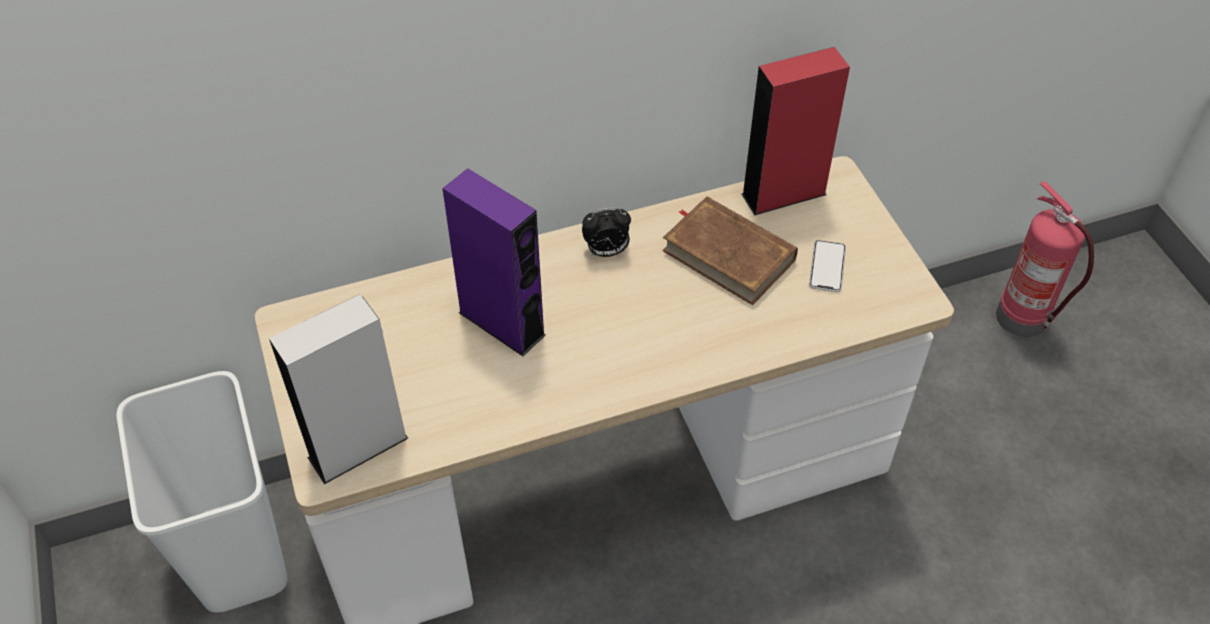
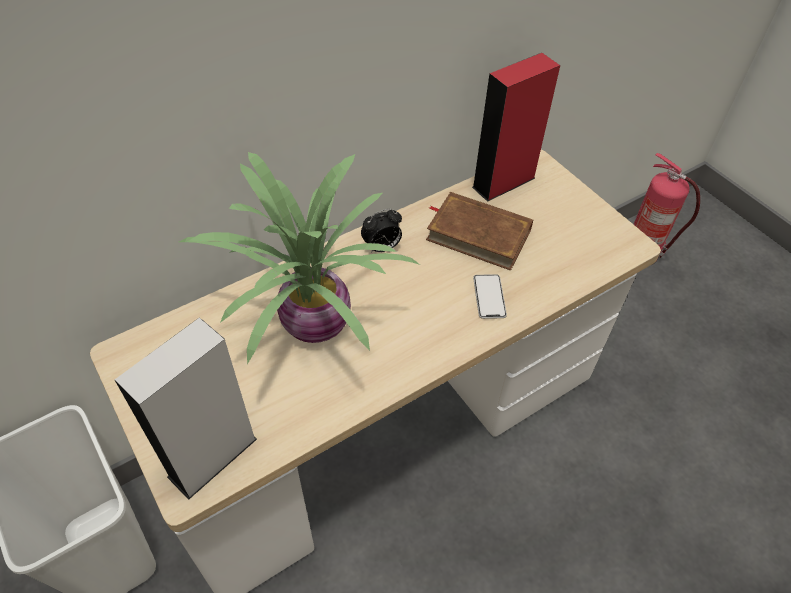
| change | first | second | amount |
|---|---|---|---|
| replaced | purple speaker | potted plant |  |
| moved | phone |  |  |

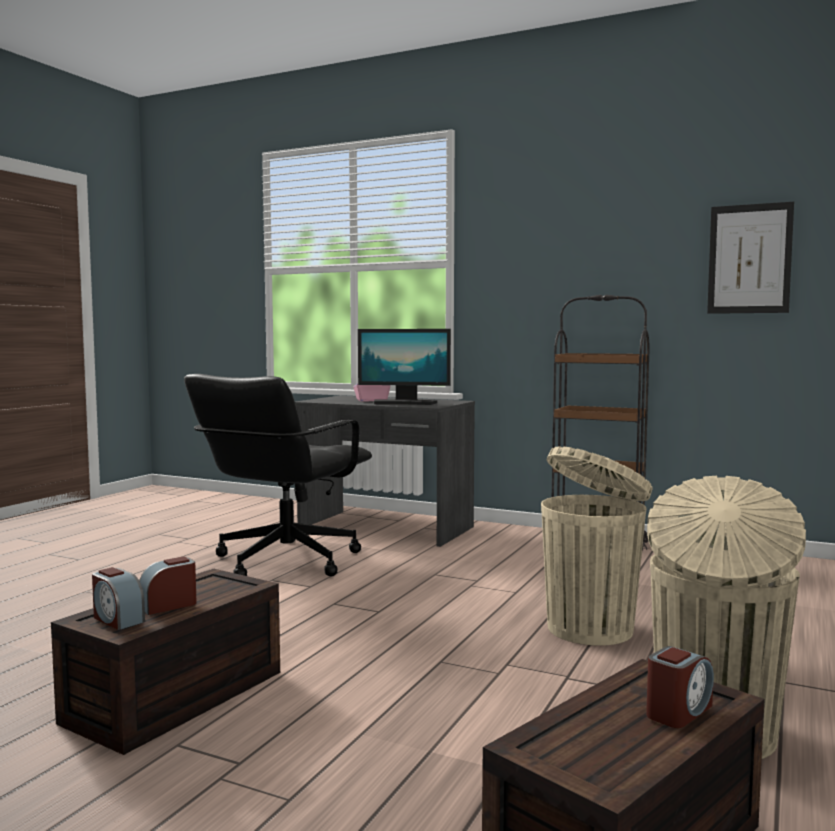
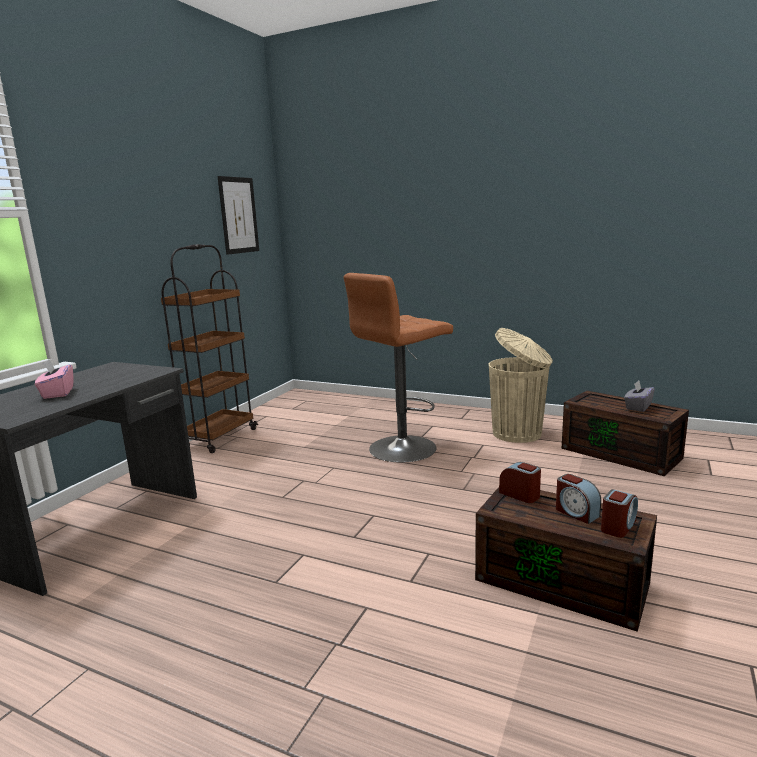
| change | first | second | amount |
|---|---|---|---|
| removed | monitor |  |  |
| removed | black office chair |  |  |
| replaced | beige trash can (1st from left) | brown stool |  |
| moved | alarm clock (3rd from left in the first image) | alarm clock (1st from left) |  |
| added |  | grey tissue box |  |

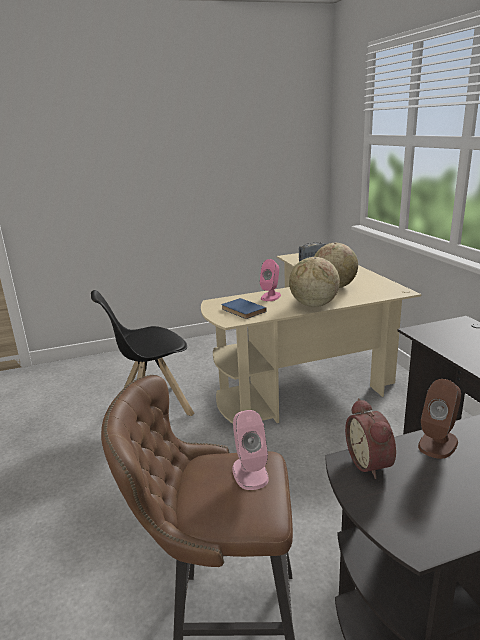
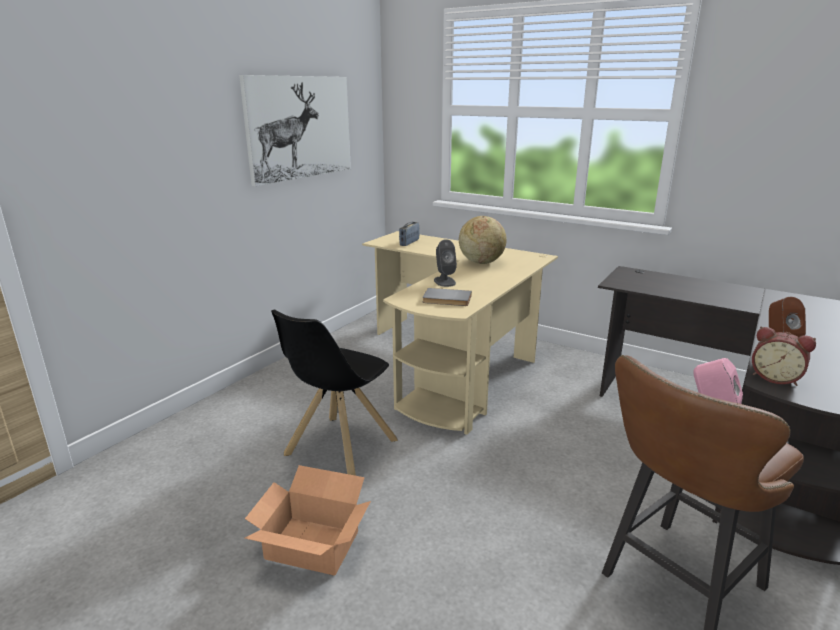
| change | first | second | amount |
|---|---|---|---|
| removed | globe (1st from left) |  |  |
| recoloured | pink speaker (2nd from left) | grey speaker |  |
| recoloured | blue book | grey book |  |
| added |  | picture |  |
| added |  | cardboard box |  |

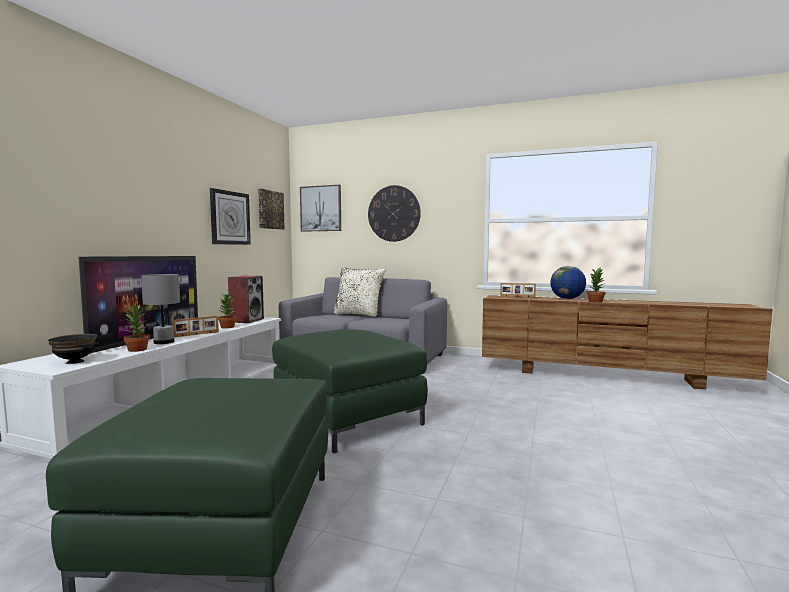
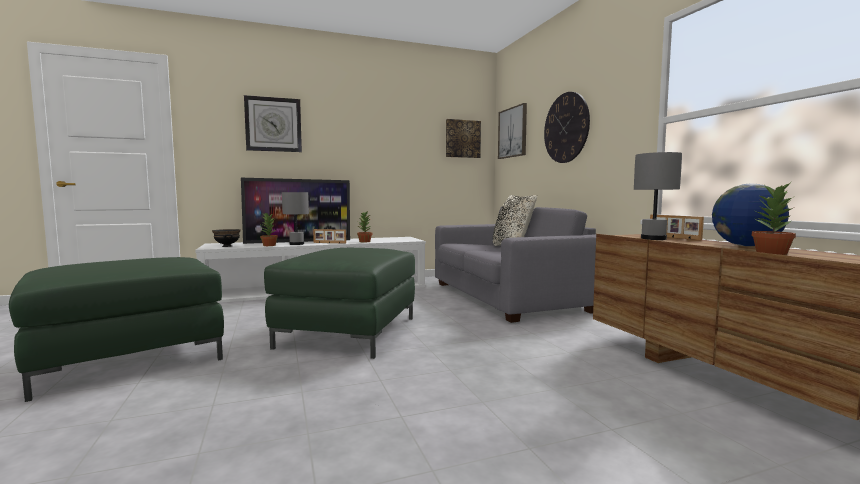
| change | first | second | amount |
|---|---|---|---|
| moved | wall clock (1st from left) |  |  |
| removed | speaker |  |  |
| added |  | grey table lamp (2nd from left) |  |

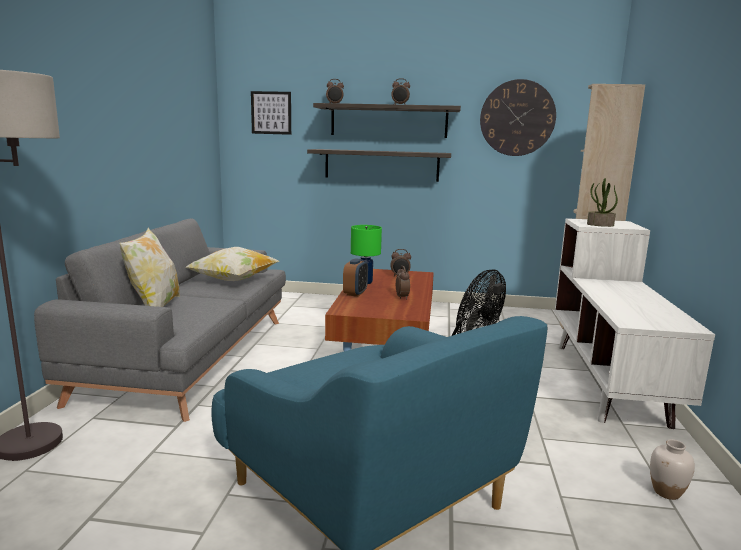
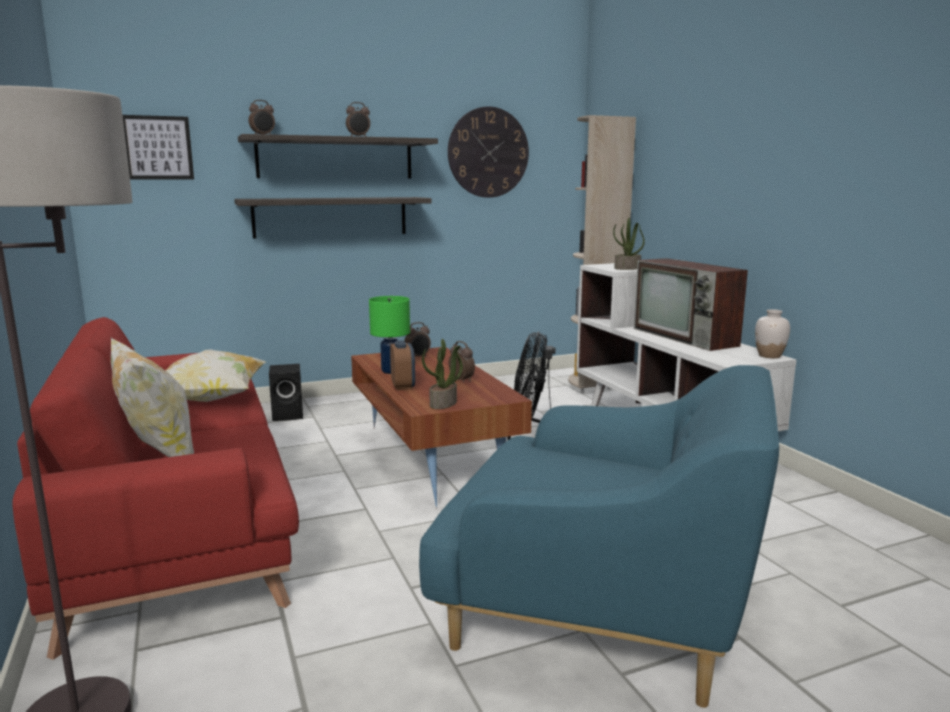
| change | first | second | amount |
|---|---|---|---|
| recoloured | grey sofa | red sofa |  |
| moved | white vase |  |  |
| added |  | television |  |
| added |  | potted plant (1st from left) |  |
| added |  | black speaker |  |

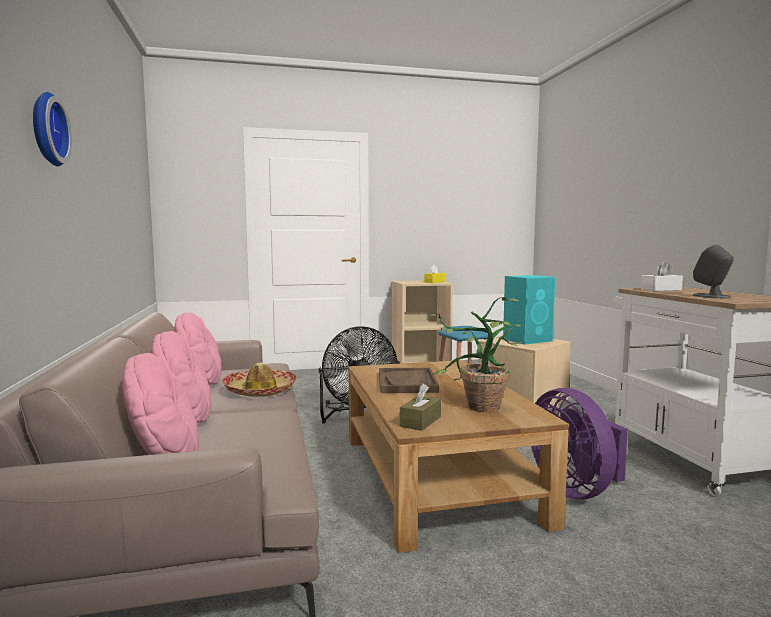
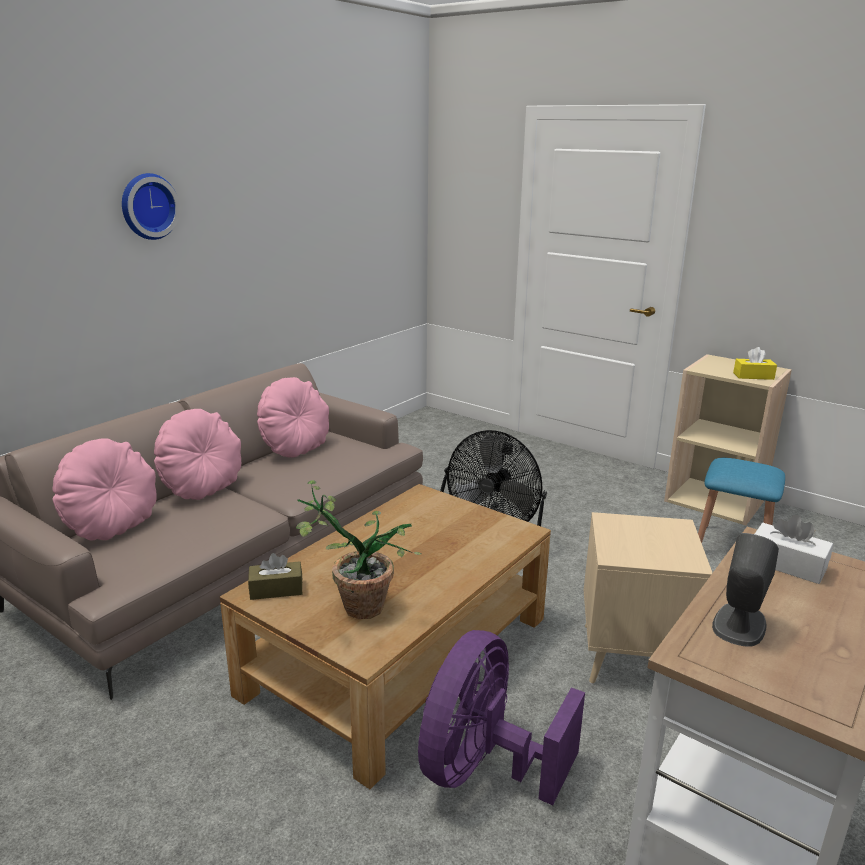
| change | first | second | amount |
|---|---|---|---|
| removed | turquoise speaker |  |  |
| removed | hat |  |  |
| removed | brown tray |  |  |

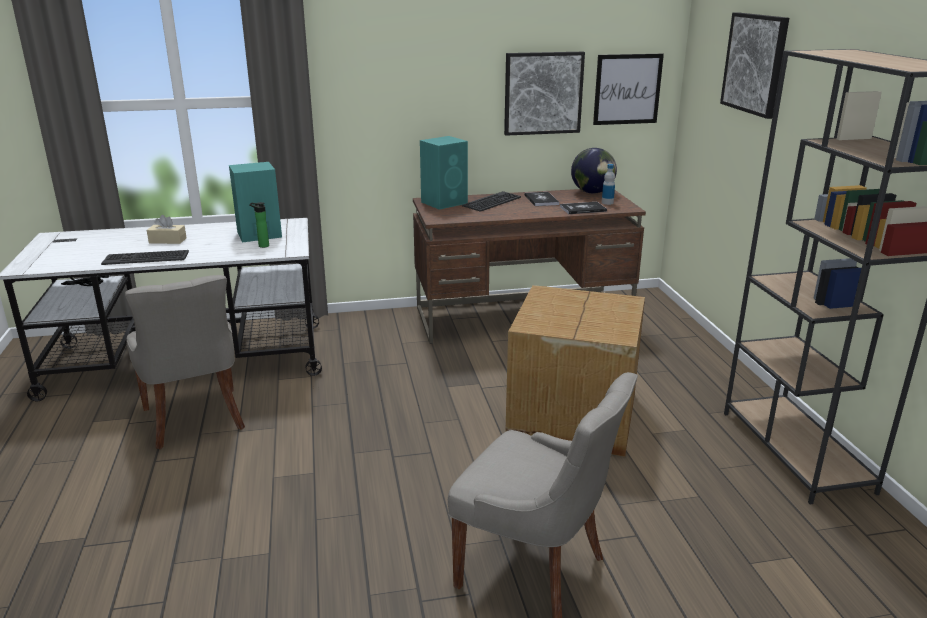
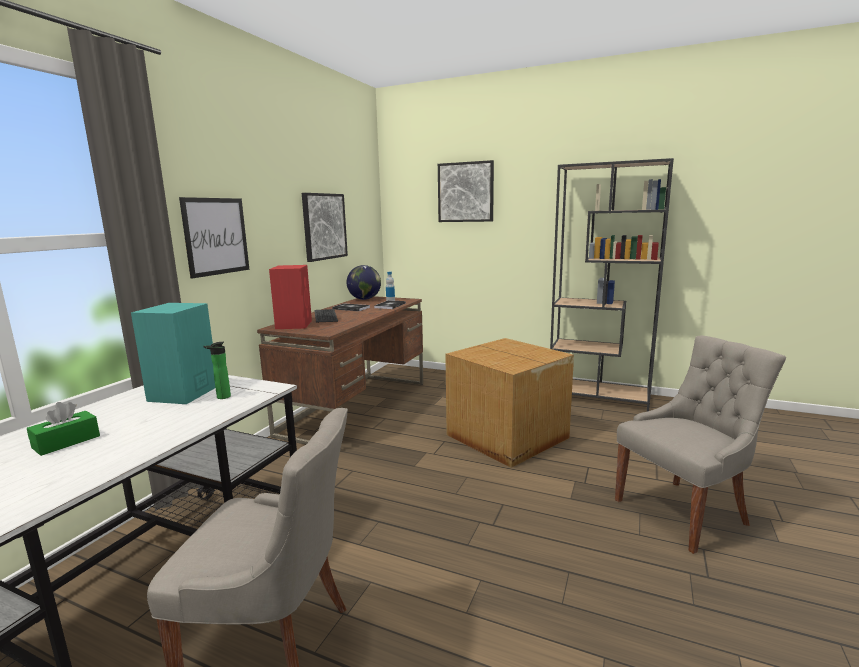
| change | first | second | amount |
|---|---|---|---|
| moved | picture (2nd from left in the first image) | picture (1st from left) |  |
| recoloured | turquoise speaker (2nd from left) | red speaker |  |
| recoloured | beige tissue box | green tissue box |  |
| removed | keyboard (1st from left) |  |  |

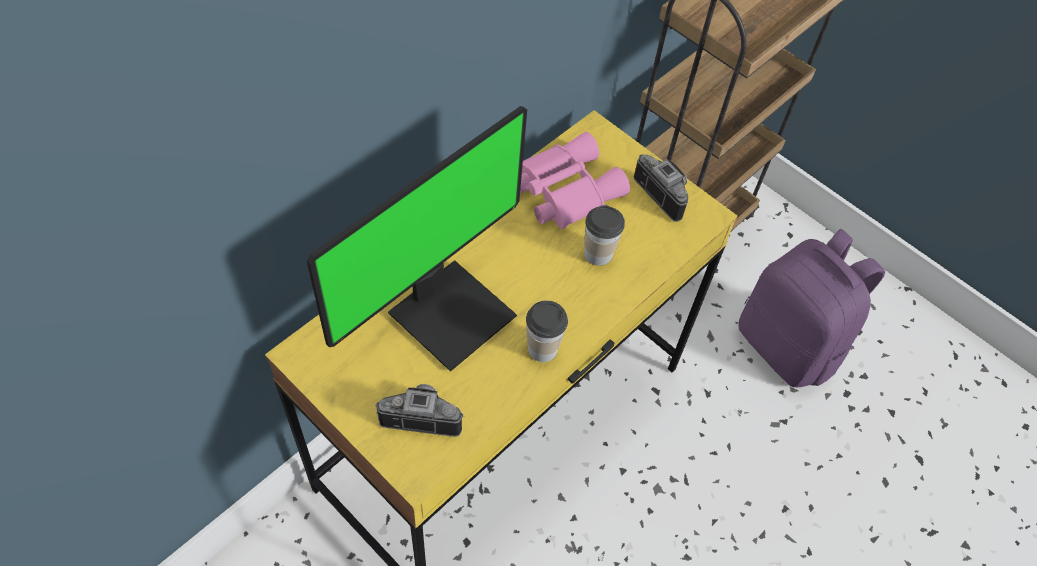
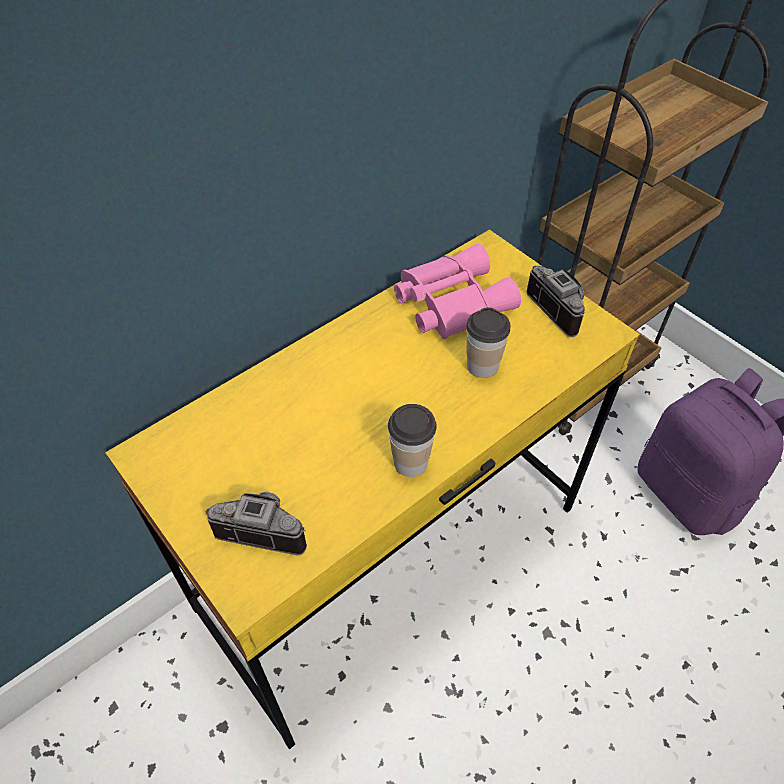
| change | first | second | amount |
|---|---|---|---|
| removed | monitor |  |  |

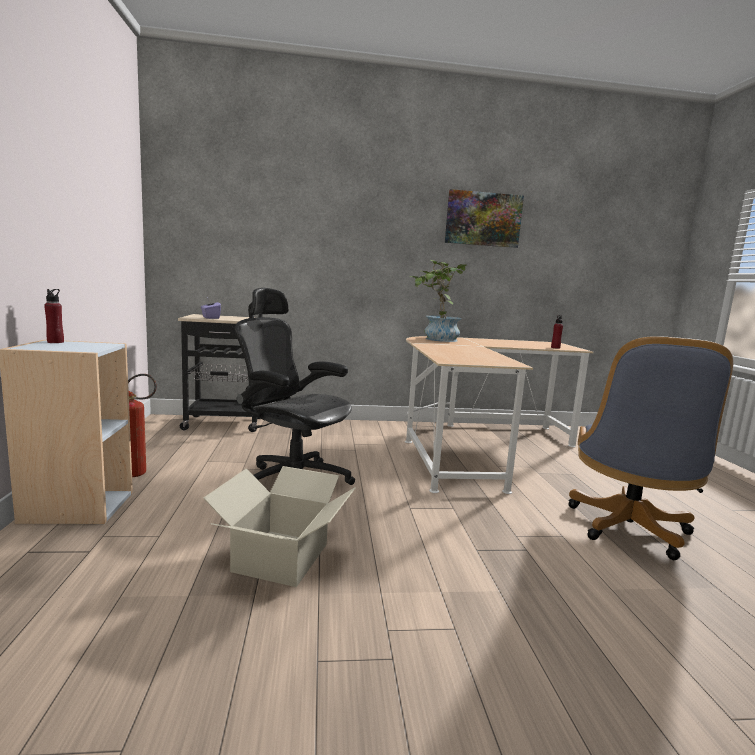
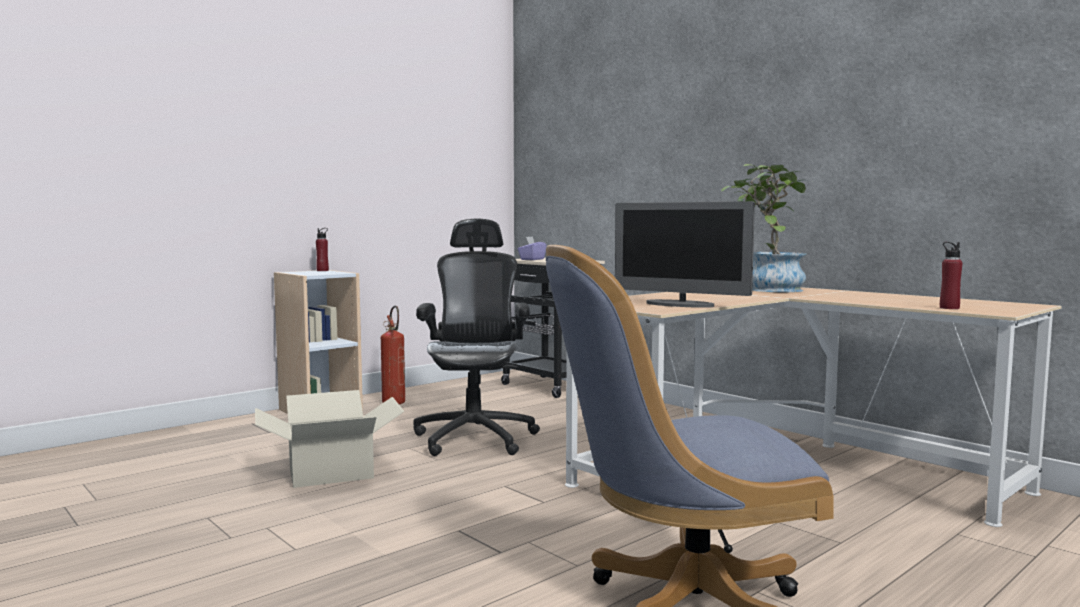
| change | first | second | amount |
|---|---|---|---|
| removed | picture |  |  |
| added |  | monitor |  |

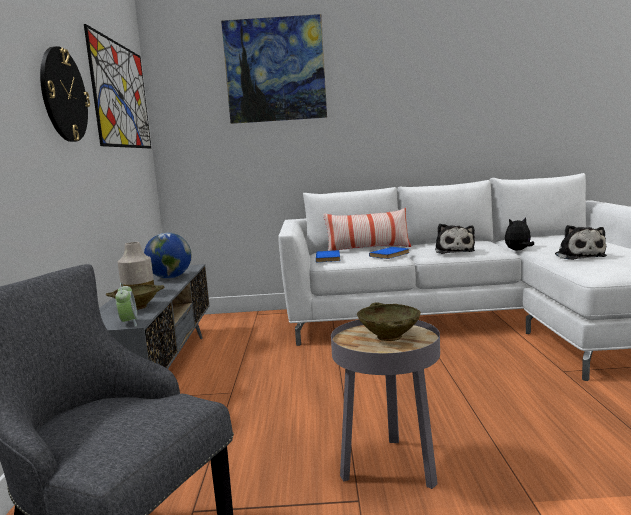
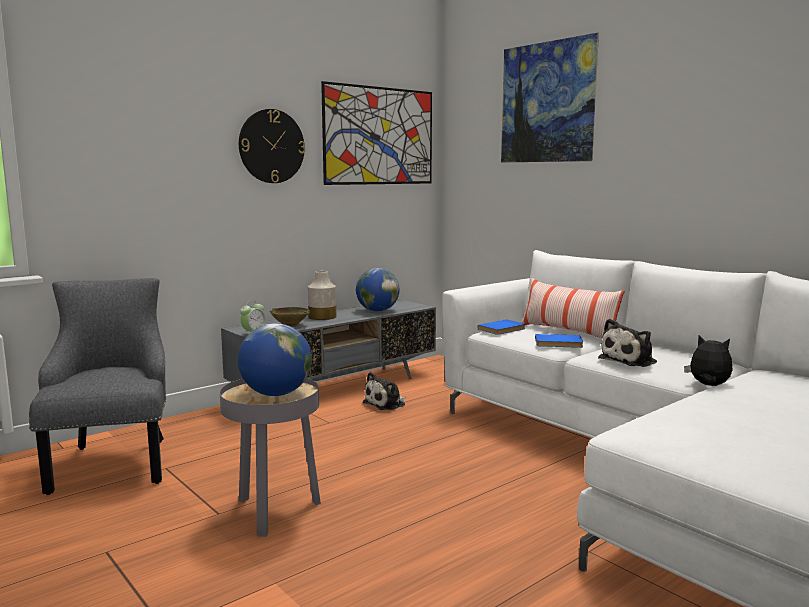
| change | first | second | amount |
|---|---|---|---|
| moved | plush toy (3rd from left in the first image) | plush toy (1st from left) |  |
| replaced | beige bowl (2nd from left) | globe (1st from left) |  |

